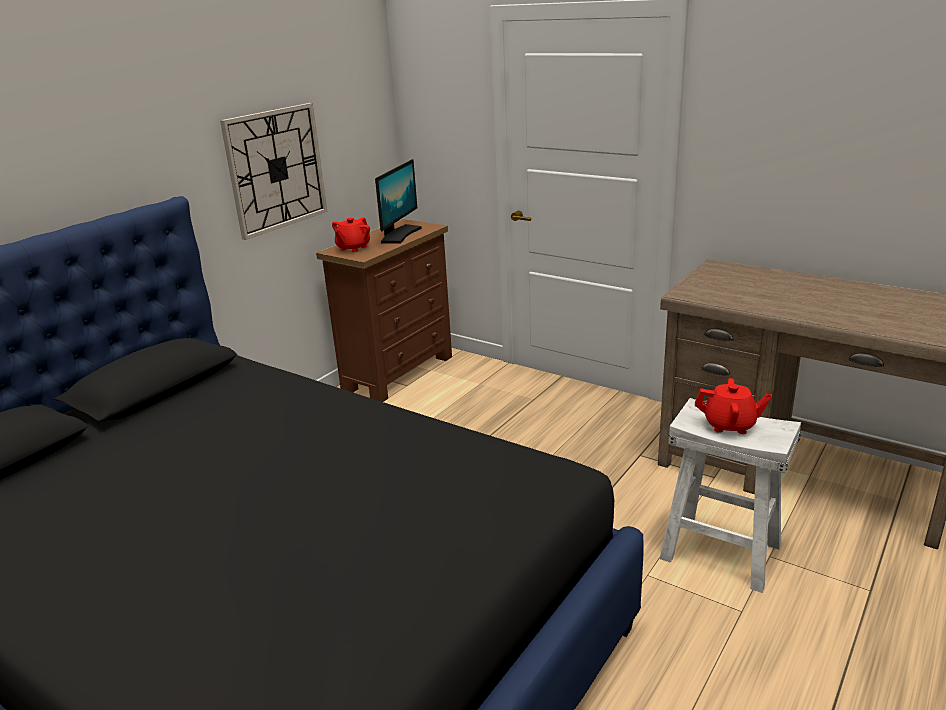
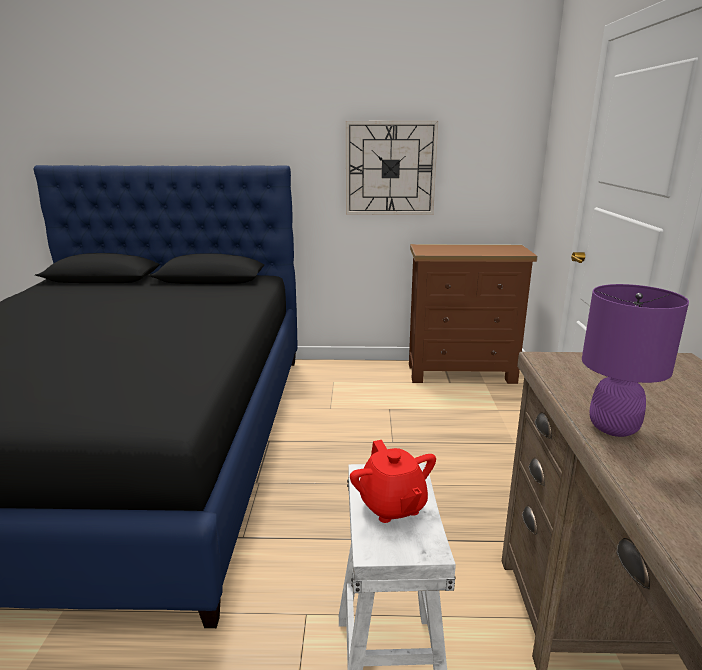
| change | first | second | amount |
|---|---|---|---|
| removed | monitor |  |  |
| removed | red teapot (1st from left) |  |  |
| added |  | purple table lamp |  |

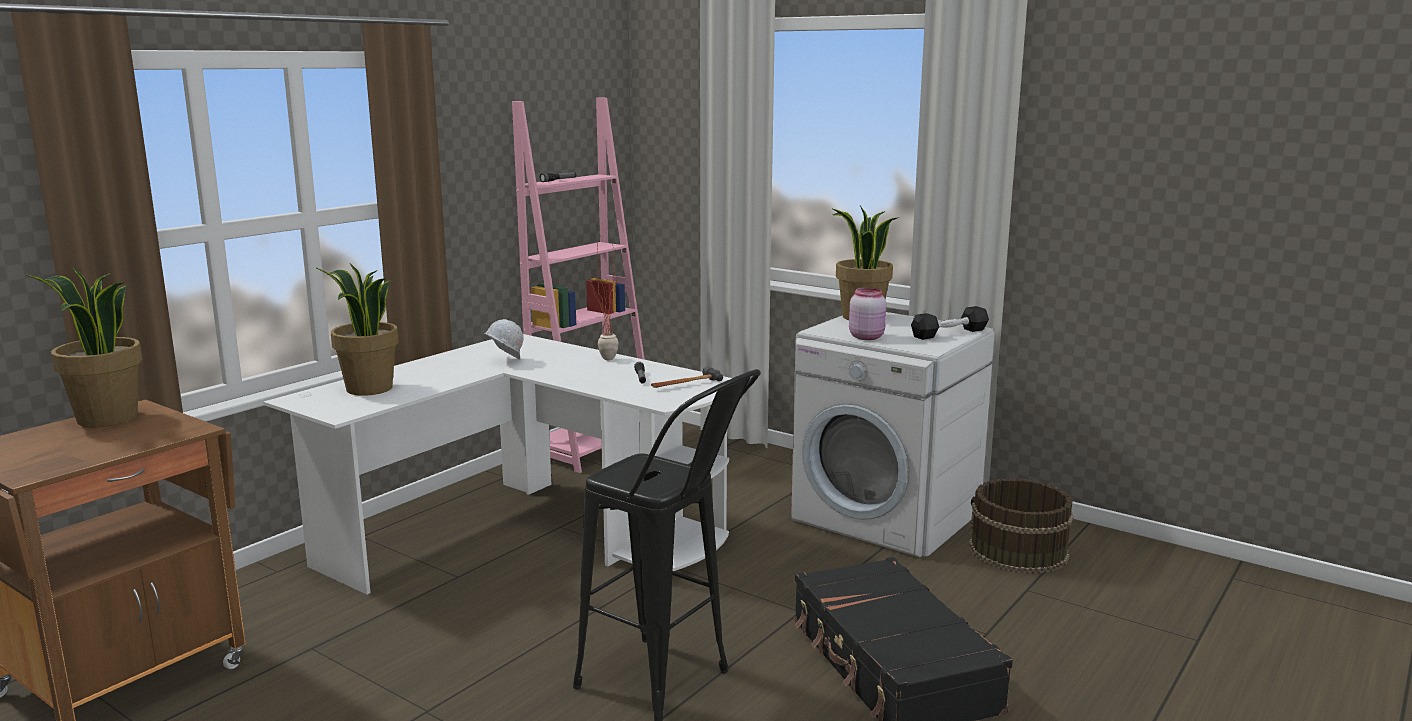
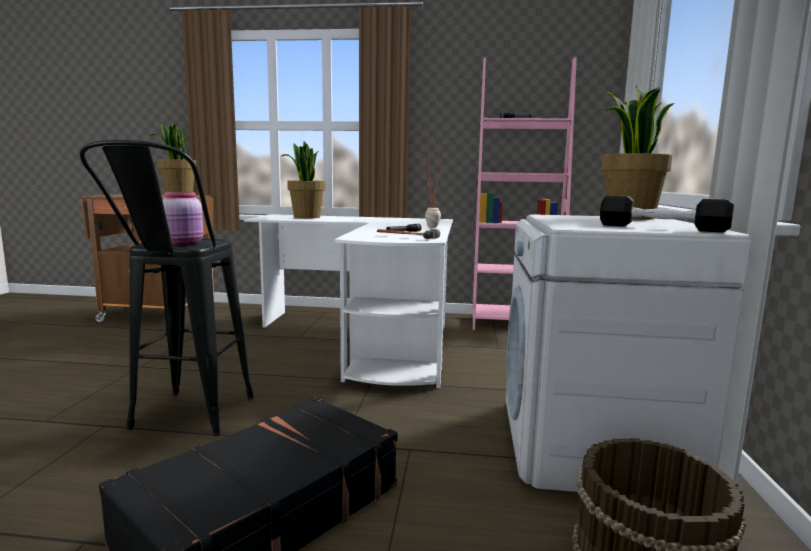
| change | first | second | amount |
|---|---|---|---|
| moved | pink jar |  |  |
| removed | white hard hat |  |  |

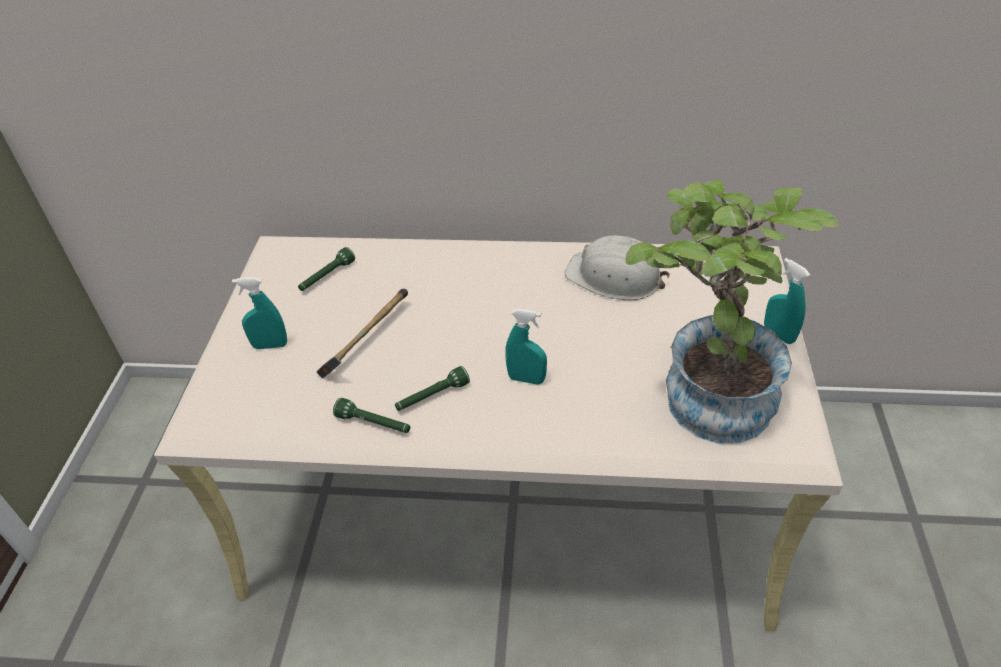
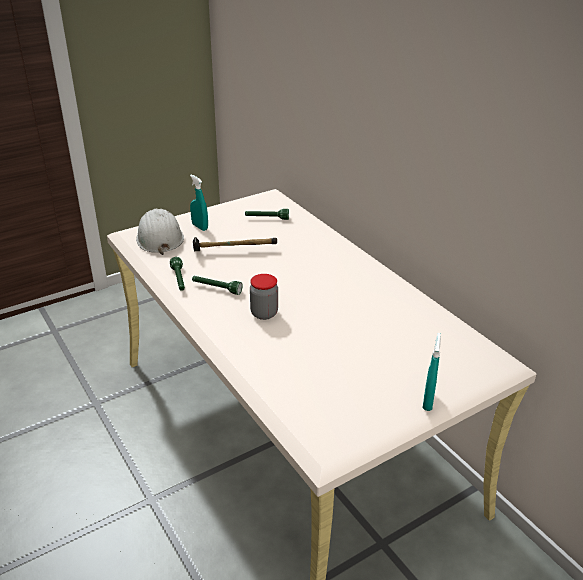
| change | first | second | amount |
|---|---|---|---|
| removed | potted plant |  |  |
| moved | white hard hat |  |  |
| replaced | turquoise spray bottle (2nd from left) | jar |  |

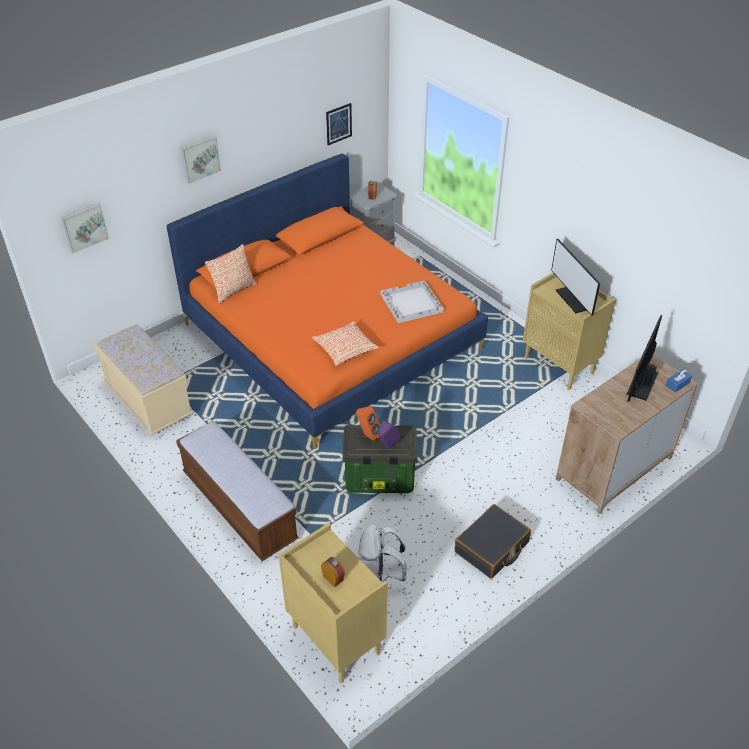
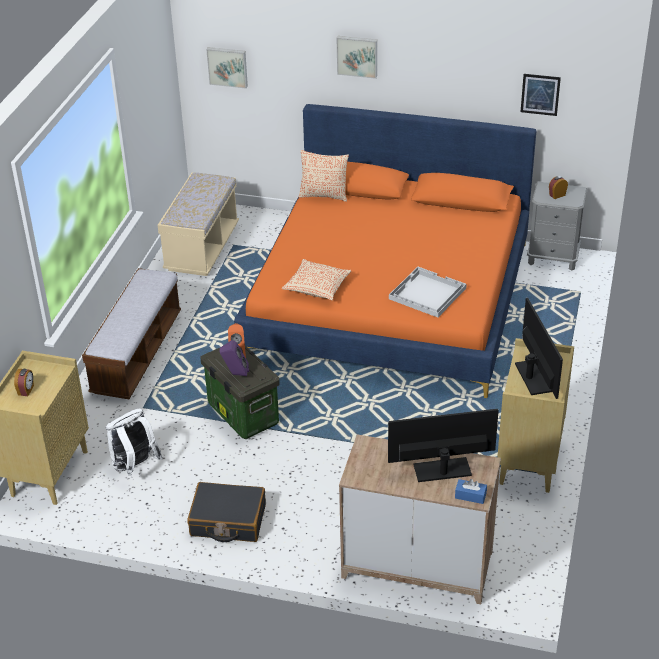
| change | first | second | amount |
|---|---|---|---|
| turned | monitor (1st from left in the first image) | monitor (2nd from left) | 135 degrees clockwise |

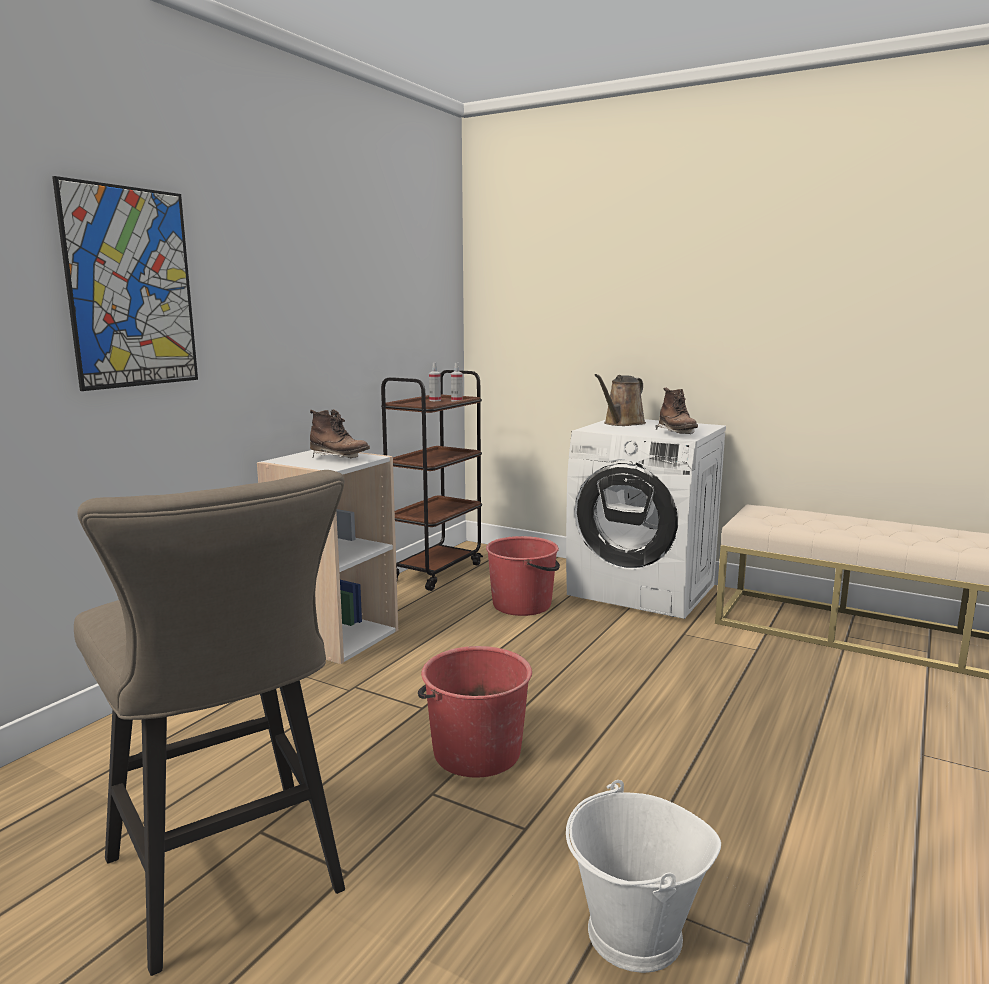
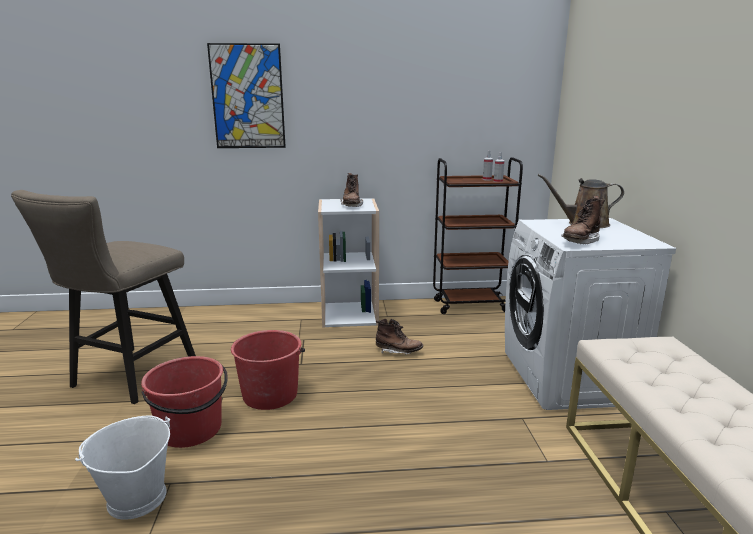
| change | first | second | amount |
|---|---|---|---|
| moved | red bucket (2nd from left in the first image) | red bucket (1st from left) |  |
| added |  | brown boot (2nd from left) |  |

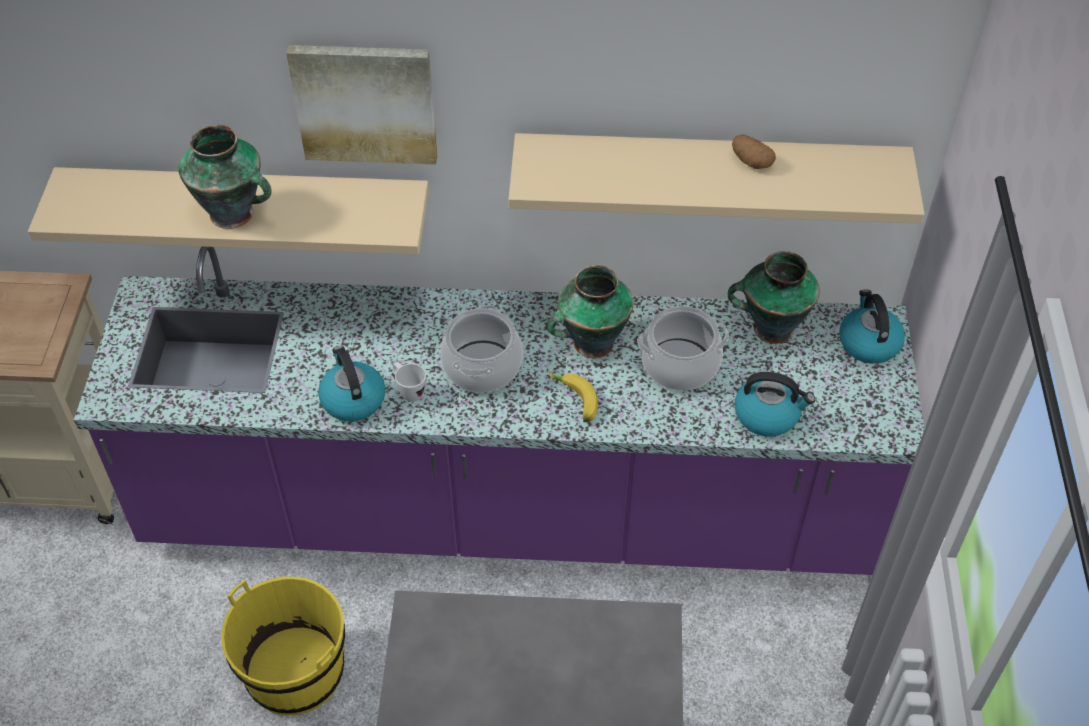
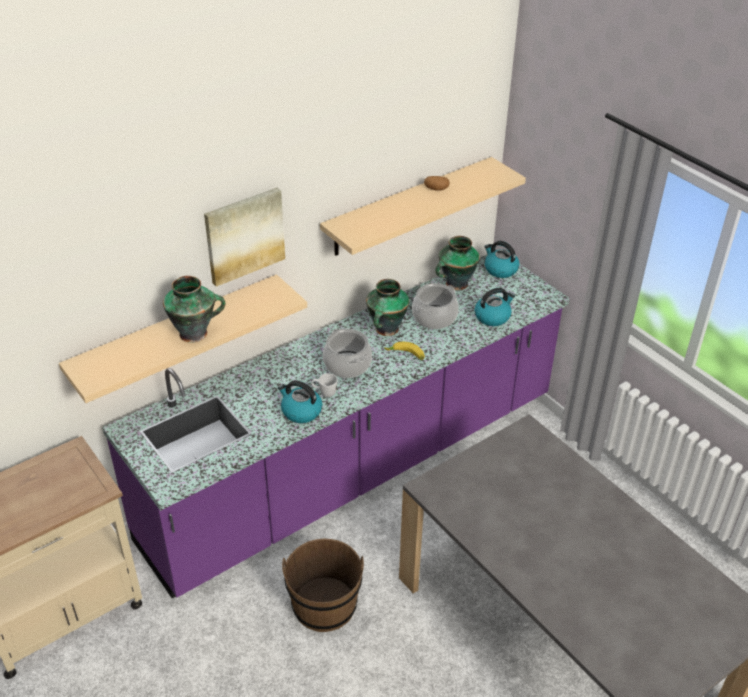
| change | first | second | amount |
|---|---|---|---|
| recoloured | yellow bucket | brown bucket |  |

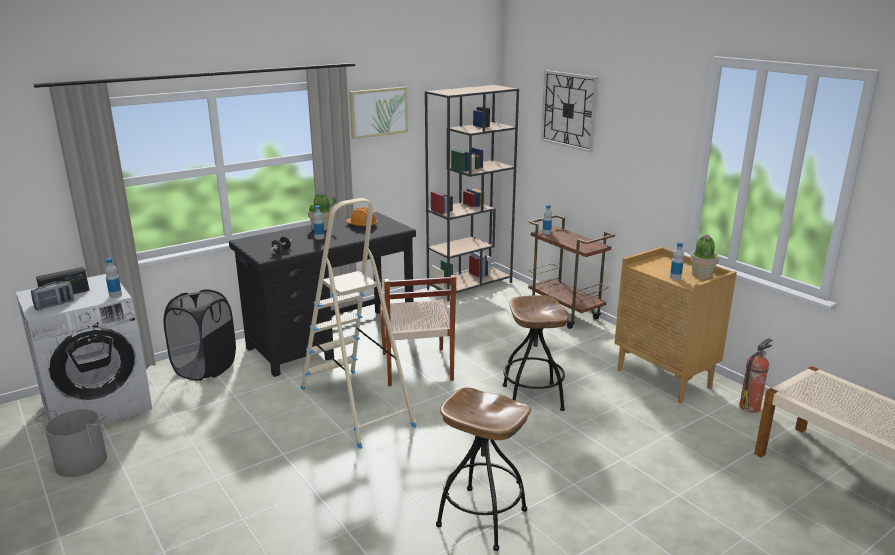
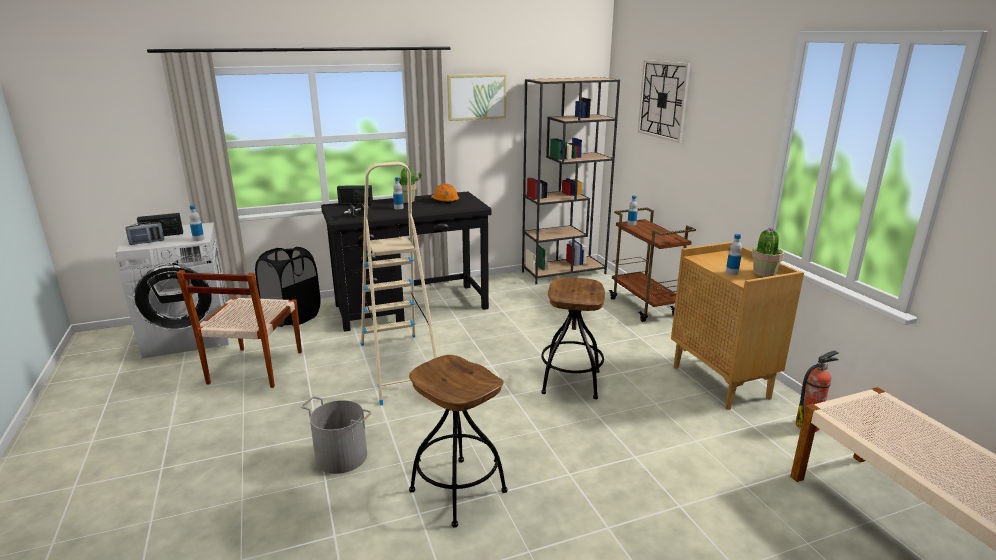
| change | first | second | amount |
|---|---|---|---|
| moved | chair |  |  |
| moved | grey bucket |  |  |
| added |  | radio (3rd from left) |  |

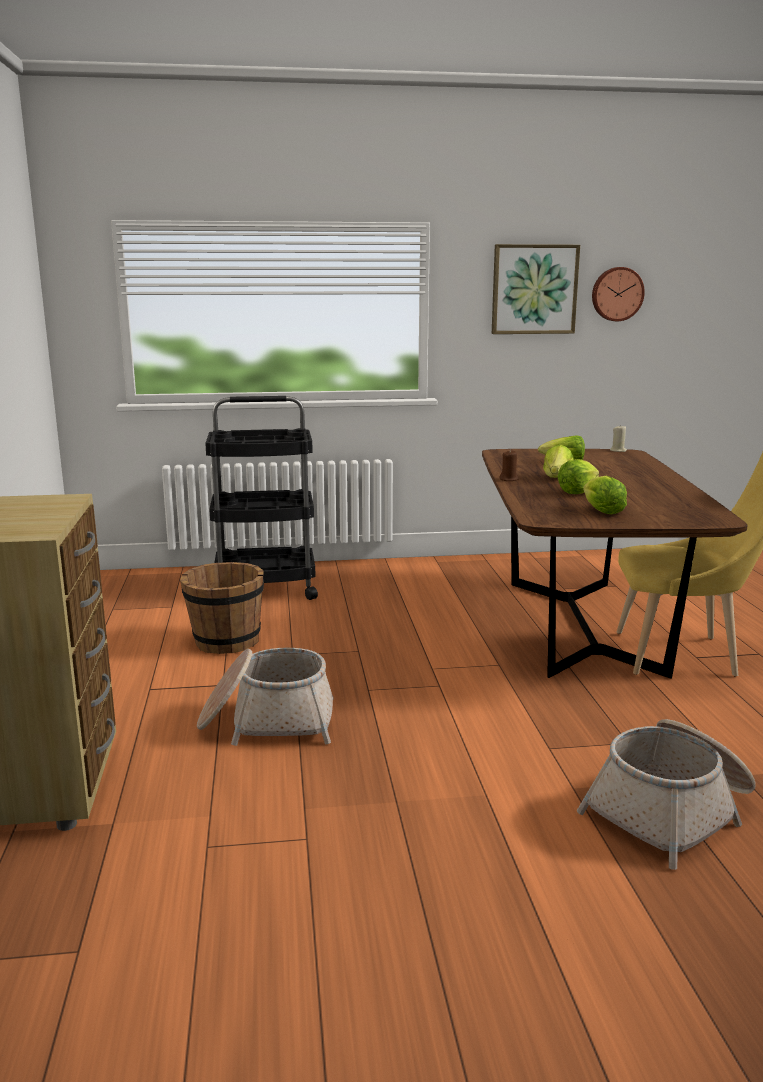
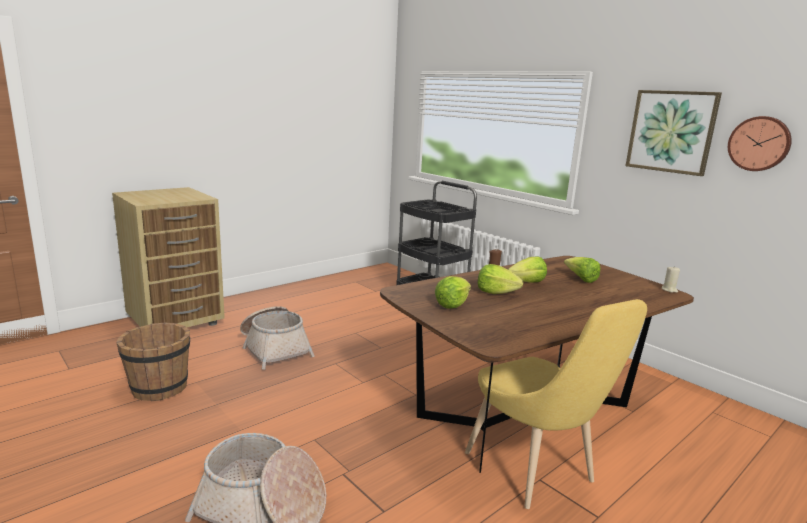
| change | first | second | amount |
|---|---|---|---|
| moved | brown bucket |  |  |

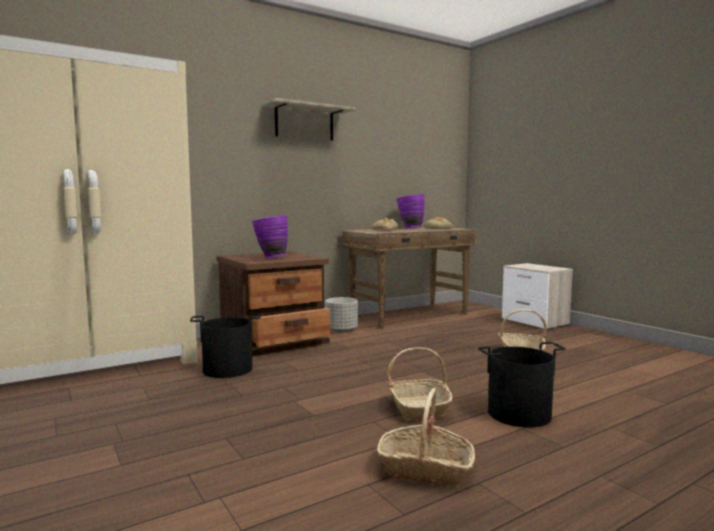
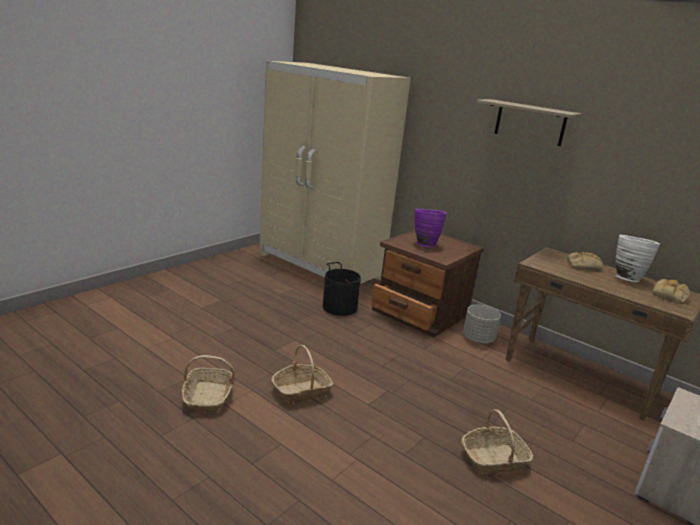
| change | first | second | amount |
|---|---|---|---|
| recoloured | purple vase (2nd from left) | white vase |  |
| removed | black bucket (2nd from left) |  |  |

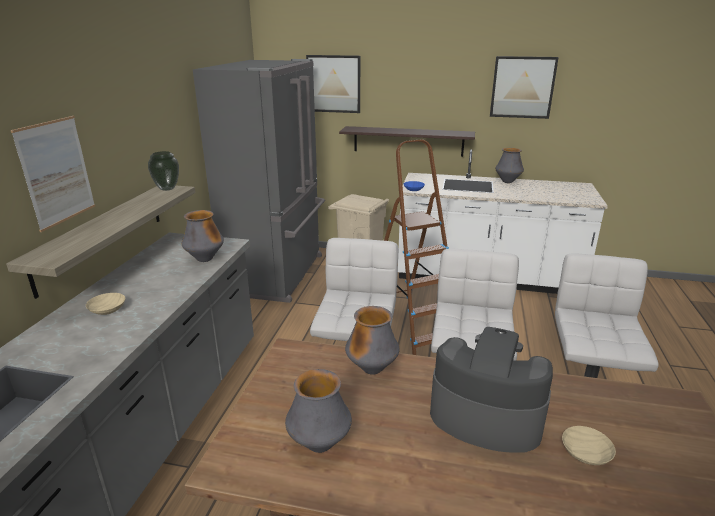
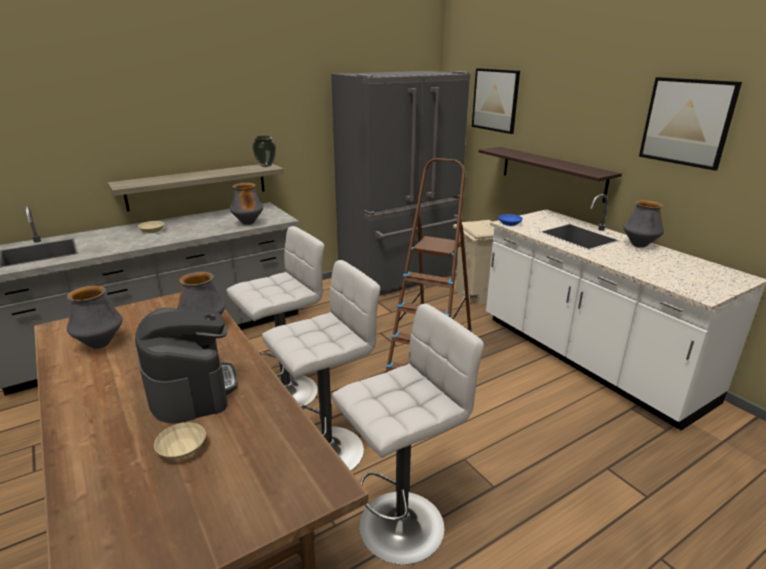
| change | first | second | amount |
|---|---|---|---|
| removed | picture (1st from left) |  |  |

